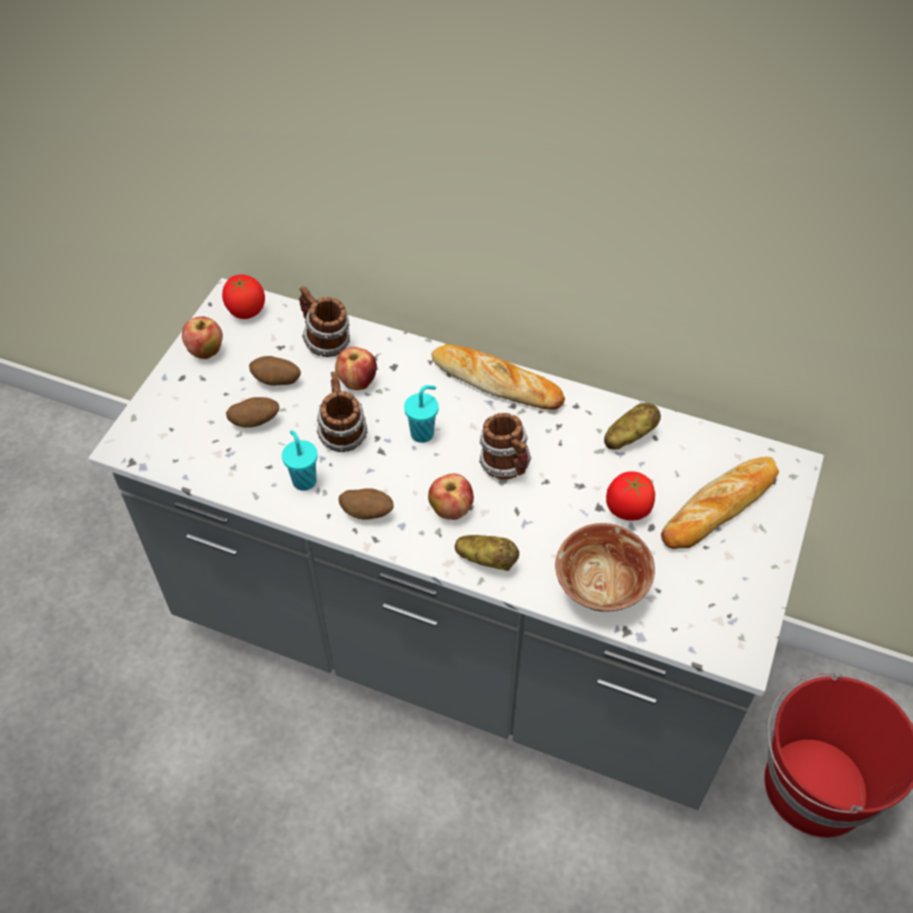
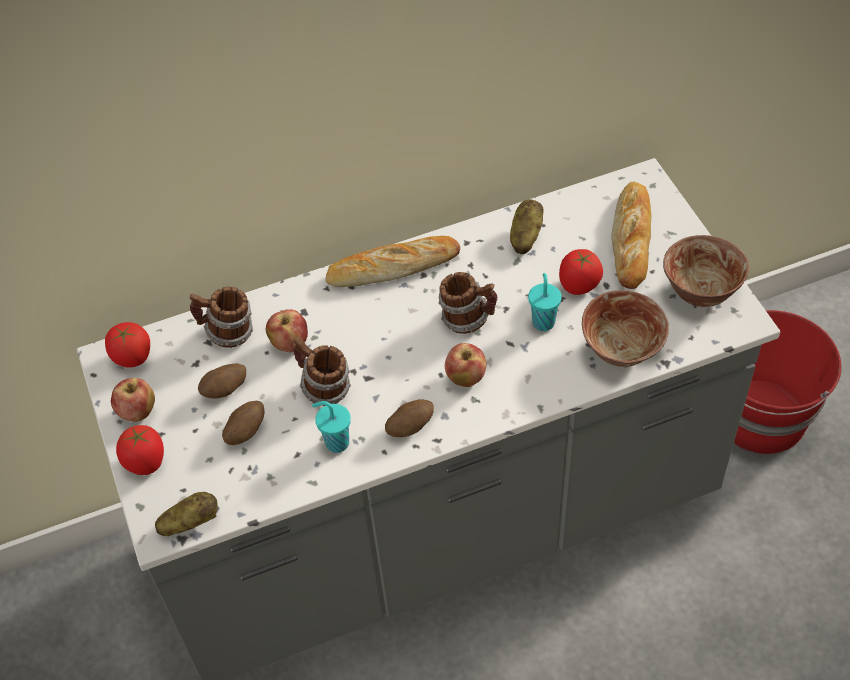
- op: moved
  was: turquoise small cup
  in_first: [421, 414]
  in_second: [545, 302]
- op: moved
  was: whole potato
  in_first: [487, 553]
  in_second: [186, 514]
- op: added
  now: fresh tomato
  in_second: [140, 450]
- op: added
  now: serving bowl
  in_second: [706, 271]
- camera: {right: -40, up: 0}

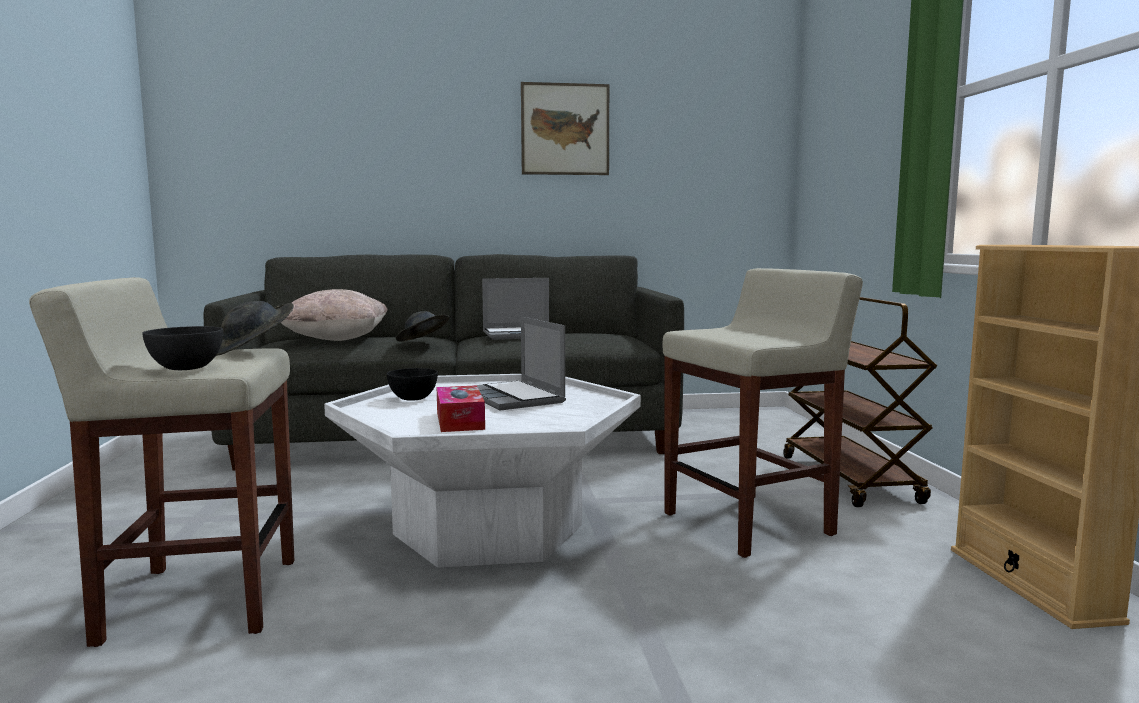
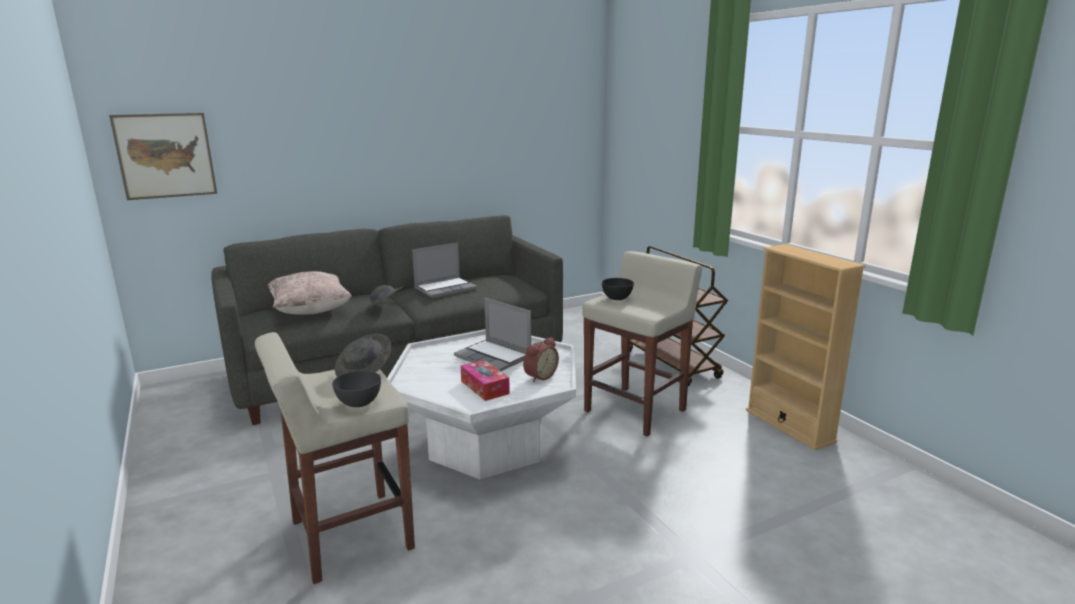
- op: moved
  was: black-coloured serving bowl
  in_first: [412, 384]
  in_second: [618, 289]
- op: moved
  was: wall art
  in_first: [565, 128]
  in_second: [163, 156]
- op: added
  now: bedside clock
  in_second: [541, 359]
- camera: {right: -20, up: 10}

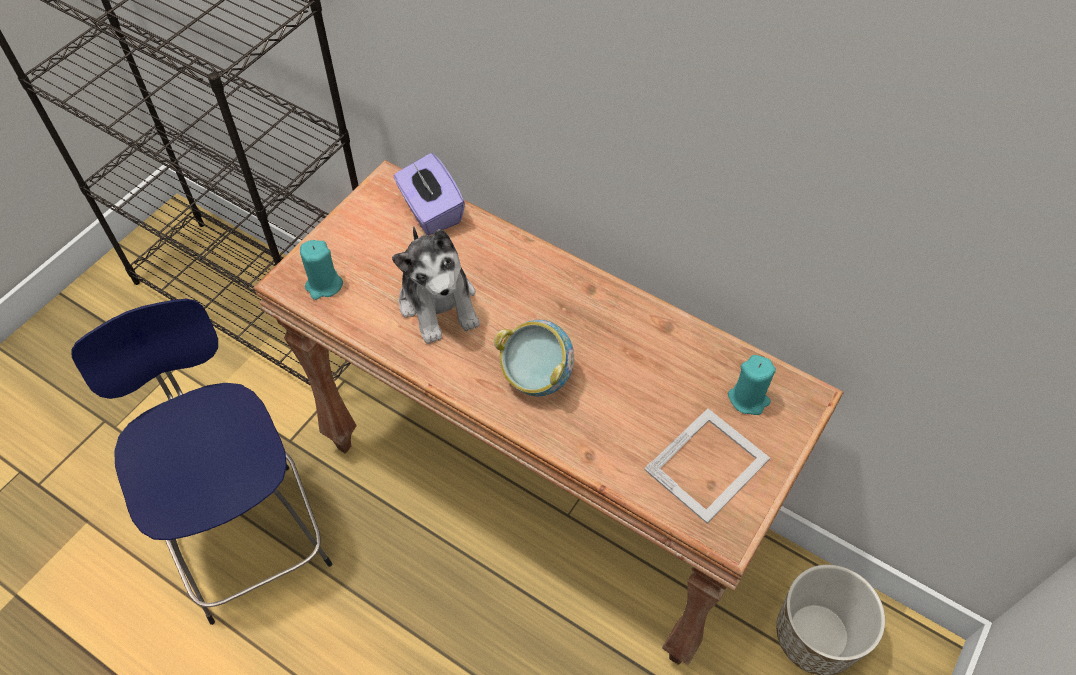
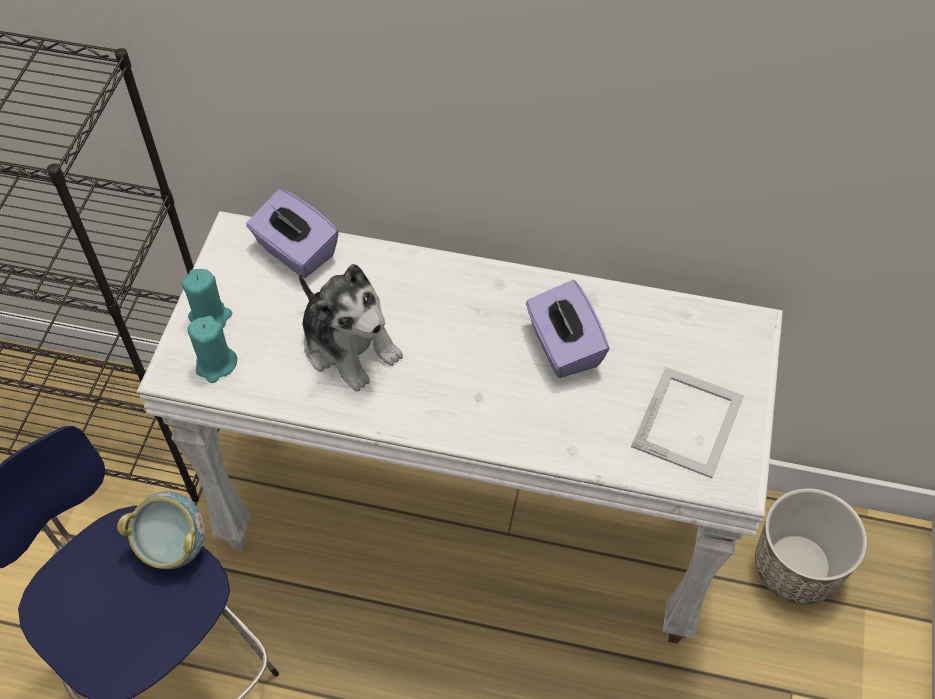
- op: recoloured
  was: brownish hall table
  now: white hall table
  in_first: [548, 412]
  in_second: [460, 427]
- op: moved
  was: serving bowl
  in_first: [534, 358]
  in_second: [161, 530]
- op: moved
  was: turquoise wax candle
  in_first: [752, 385]
  in_second: [206, 298]
- op: added
  now: purple-coloured box of tissues
  in_second: [567, 329]
- camera: {right: -20, up: 0}

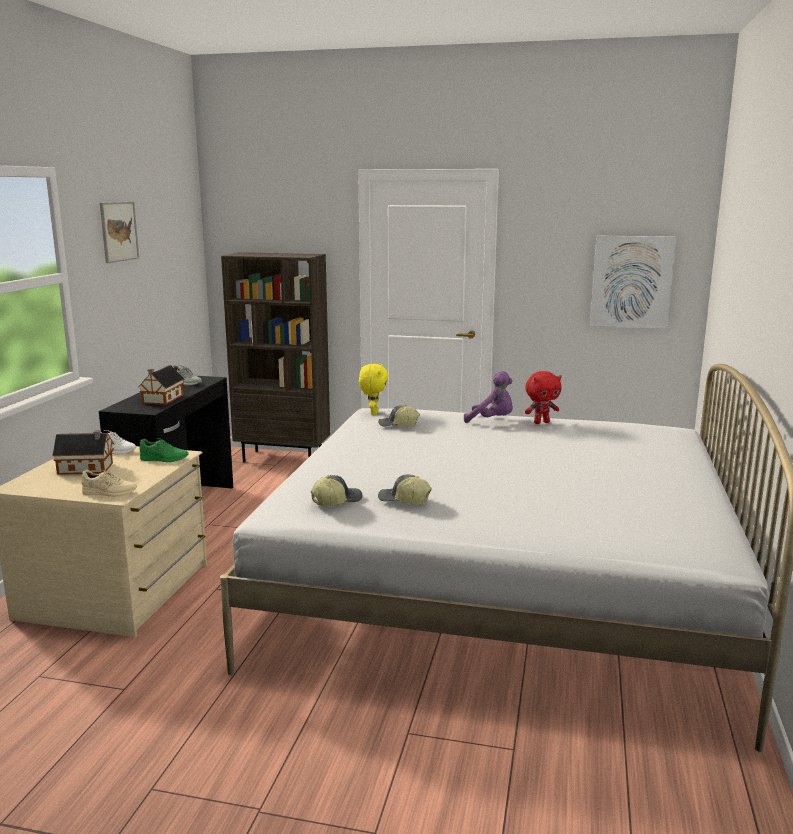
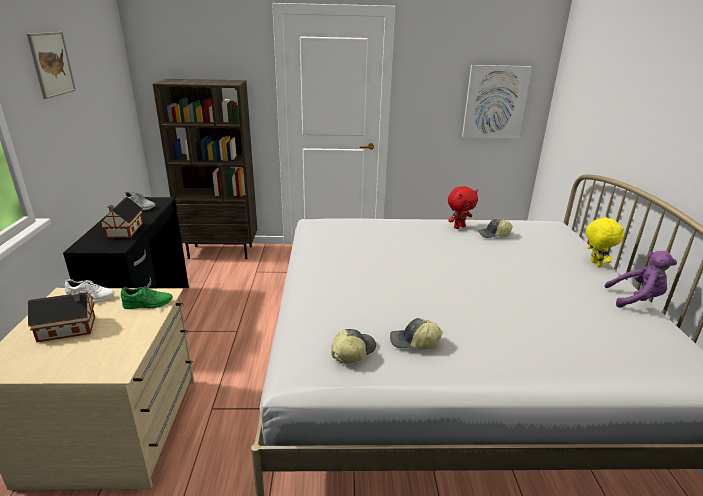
- op: removed
  was: sand-coloured shoe
  in_first: [109, 483]
- op: moved
  was: yellow cuddly toy
  in_first: [374, 389]
  in_second: [605, 241]
- op: moved
  was: cap
  in_first: [399, 415]
  in_second: [495, 228]
- op: moved
  was: purple-coloured cuddly toy
  in_first: [488, 397]
  in_second: [640, 279]
- camera: {right: -15, up: 10}

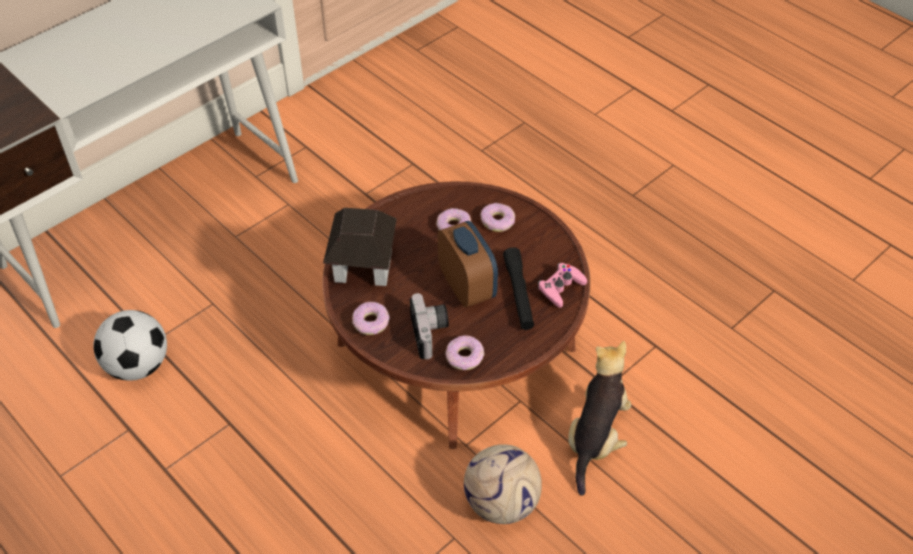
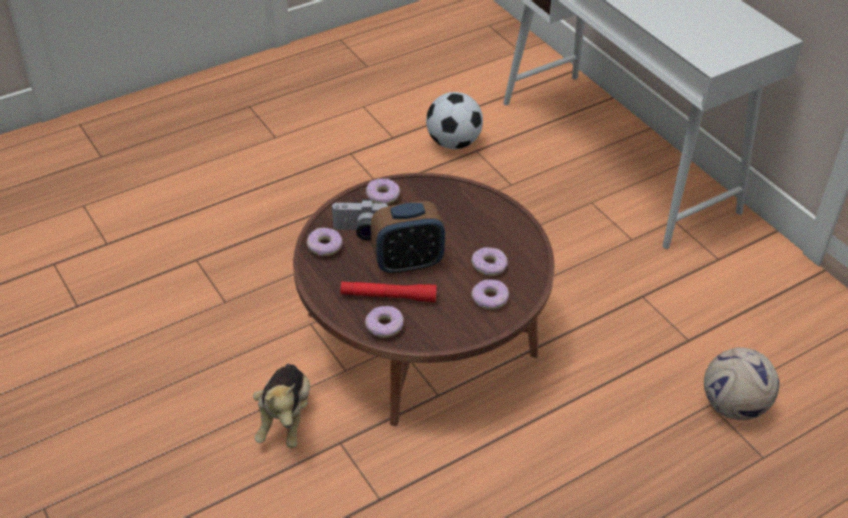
- op: removed
  was: miniature house
  in_first: [360, 247]
- op: moved
  was: football ball
  in_first: [503, 484]
  in_second: [741, 383]
- op: recoloured
  was: black-coloured hand torch
  now: red-coloured hand torch
  in_first: [518, 288]
  in_second: [389, 292]
- op: replaced
  was: pinkish gamepad
  now: ring doughnut
  in_first: [562, 285]
  in_second: [384, 322]
- op: turned
  was: cuddly toy
  in_first: [599, 418]
  in_second: [281, 406]
  clockwise: 60
- camera: {right: 100, up: -5}

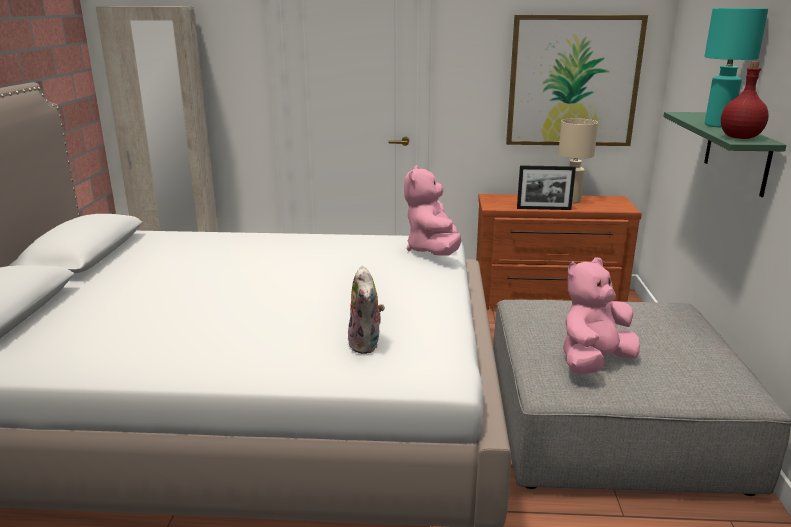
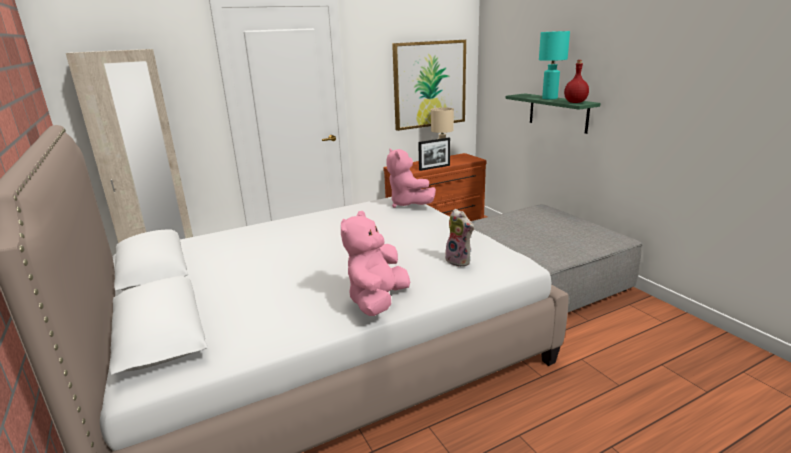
- op: moved
  was: pinkish cuddly toy
  in_first: [601, 315]
  in_second: [375, 263]
- camera: {right: -30, up: 0}

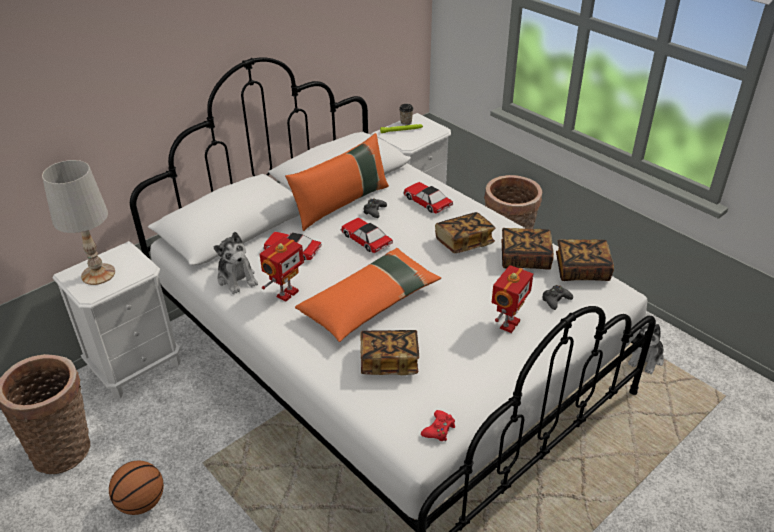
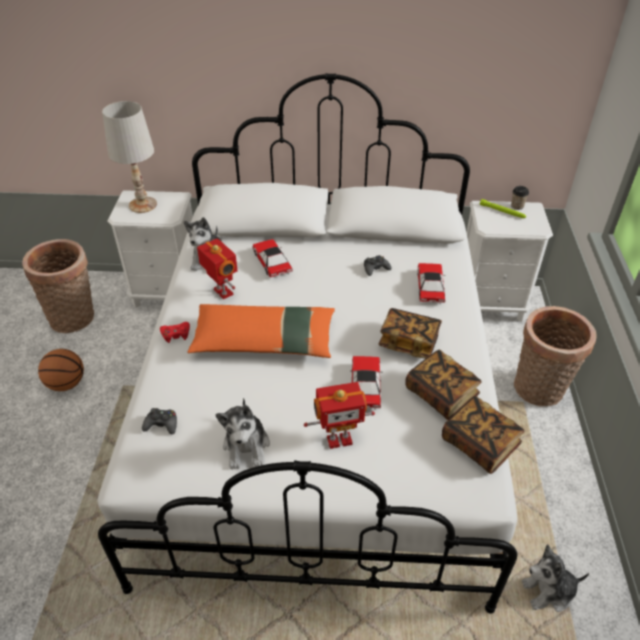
- op: turned
  was: model robot
  in_first: [282, 269]
  in_second: [217, 268]
  clockwise: -120
- op: removed
  was: orange pillow
  in_first: [337, 182]
- op: moved
  was: toy car
  in_first: [367, 235]
  in_second: [366, 383]
- op: removed
  was: book
  in_first: [389, 352]
- op: moved
  was: red-coloured gamepad
  in_first: [438, 425]
  in_second: [175, 332]
- op: moved
  was: black-coloured gamepad
  in_first: [557, 297]
  in_second: [159, 421]
- op: added
  now: cuddly toy
  in_second: [243, 434]
- camera: {right: 45, up: 5}

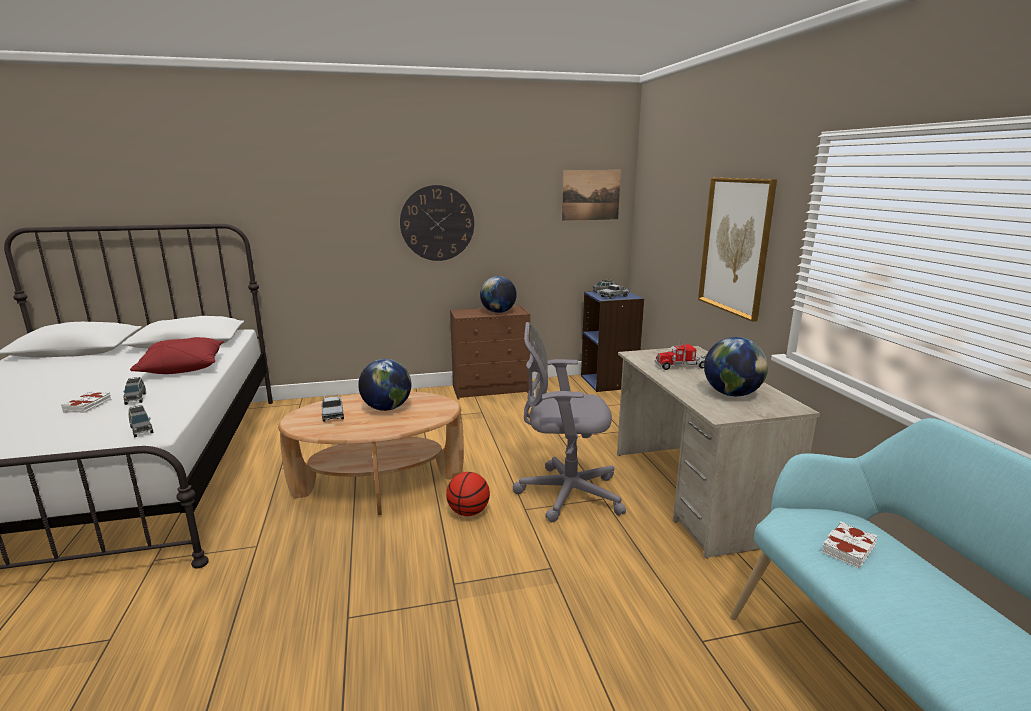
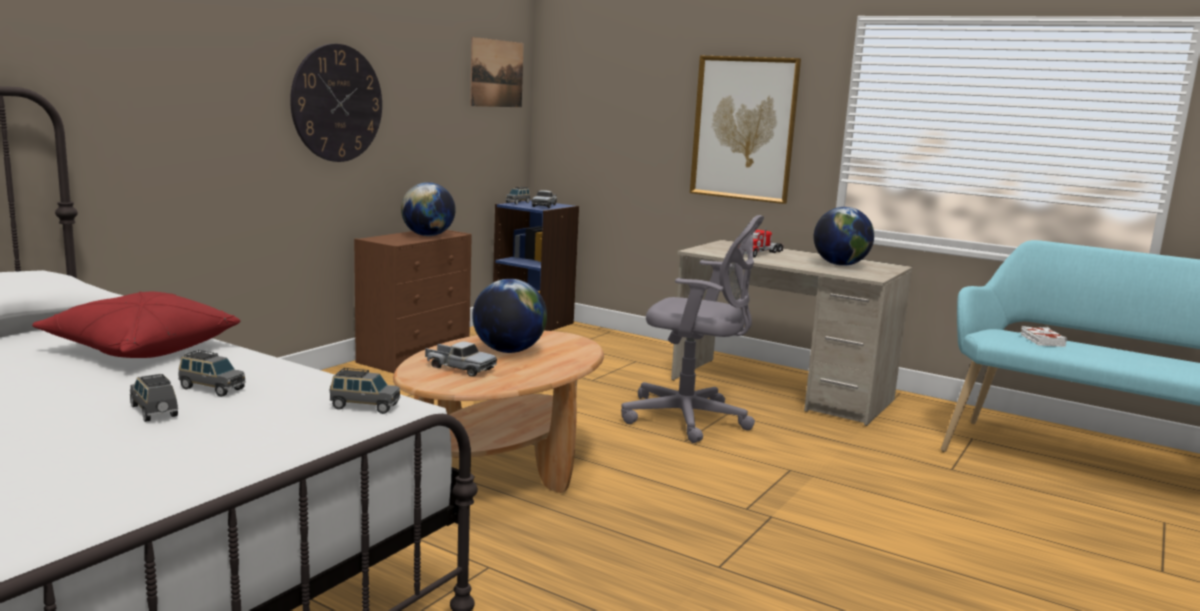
- op: replaced
  was: white book
  now: grey toy car
  in_first: [86, 402]
  in_second: [154, 398]
- op: removed
  was: ball for basketball
  in_first: [468, 494]
- op: turned
  was: grey computer chair
  in_first: [569, 422]
  in_second: [692, 329]
  clockwise: -120
- camera: {right: -45, up: -5}

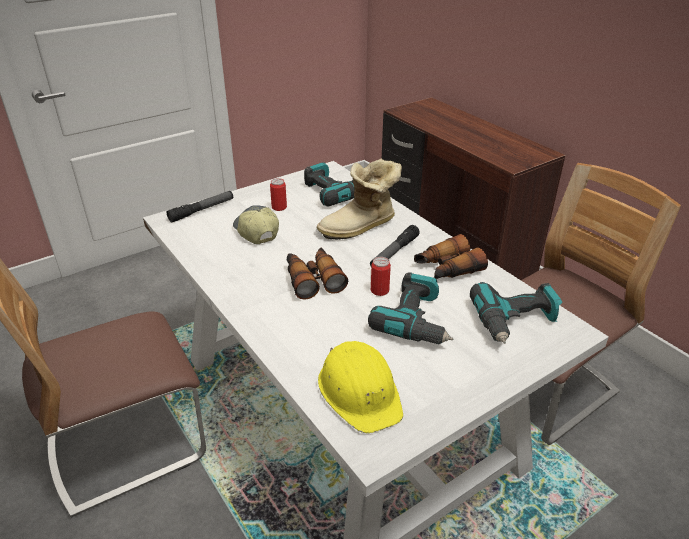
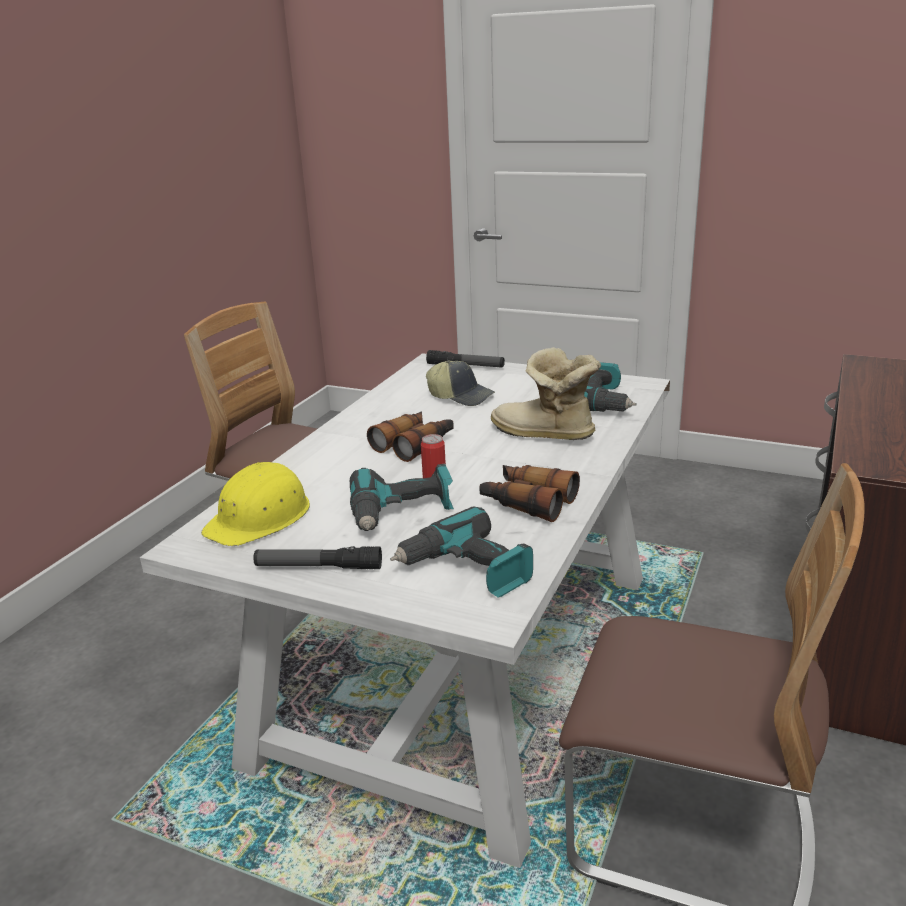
- op: turned
  was: cap
  in_first: [256, 224]
  in_second: [460, 383]
  clockwise: 90
- op: removed
  was: sealed can
  in_first: [278, 194]
- op: moved
  was: hand torch
  in_first: [395, 245]
  in_second: [317, 557]
- camera: {right: 60, up: -10}

